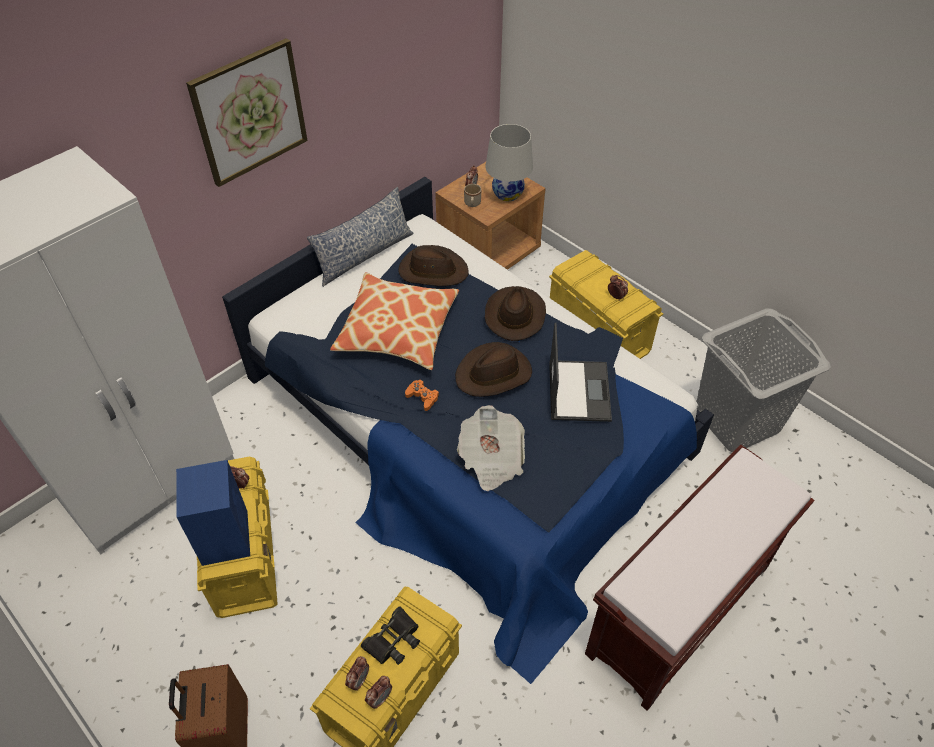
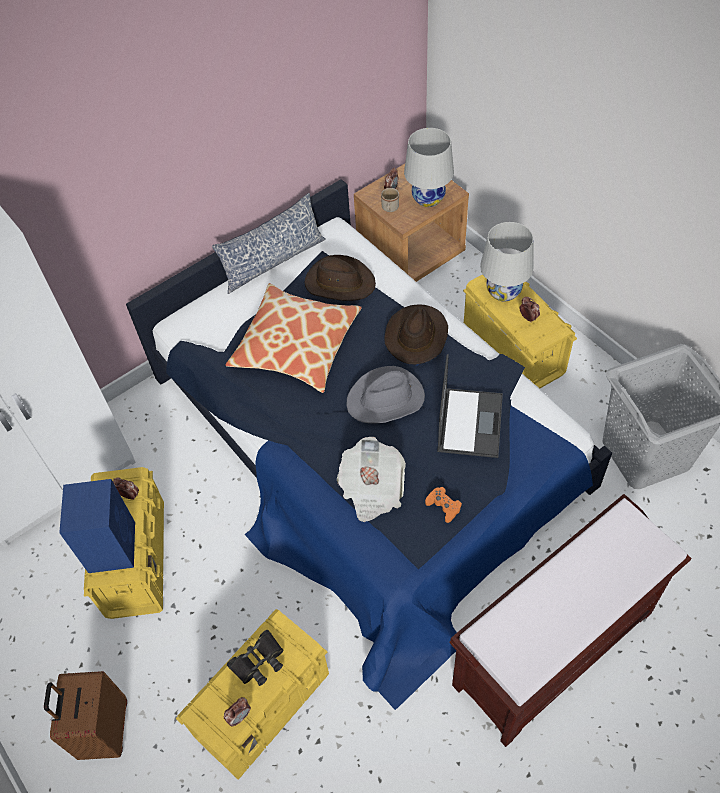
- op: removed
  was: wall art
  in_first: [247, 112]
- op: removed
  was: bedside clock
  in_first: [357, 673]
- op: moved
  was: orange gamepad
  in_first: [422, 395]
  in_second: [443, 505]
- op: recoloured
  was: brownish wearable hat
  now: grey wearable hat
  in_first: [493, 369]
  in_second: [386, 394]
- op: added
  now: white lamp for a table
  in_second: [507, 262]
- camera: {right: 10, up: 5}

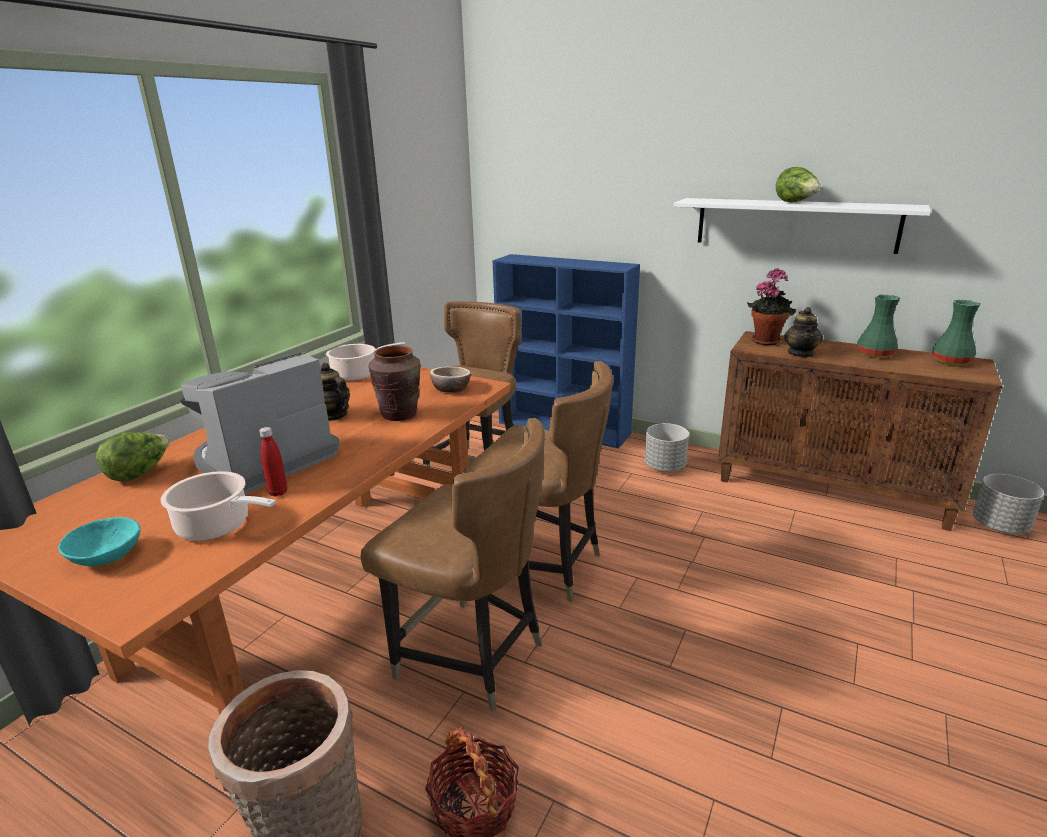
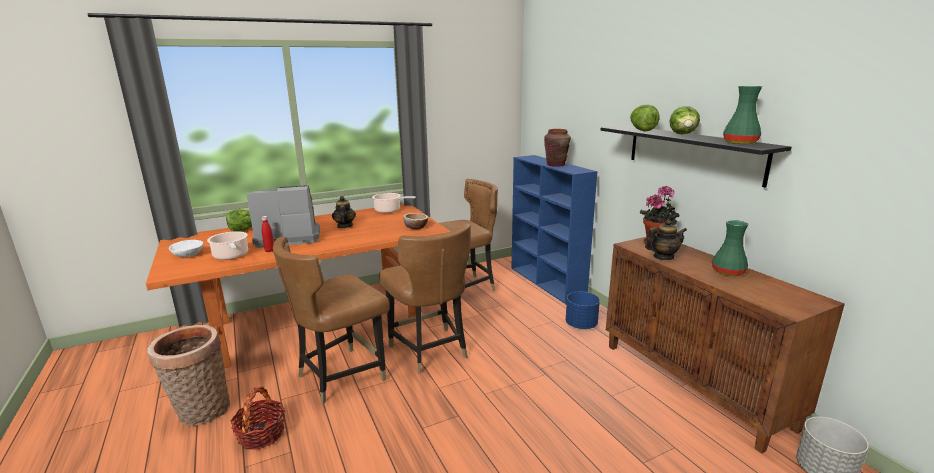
- op: recoloured
  was: turquoise serving bowl
  now: white serving bowl
  in_first: [99, 541]
  in_second: [186, 248]
- op: turned
  was: brownish upright chair
  in_first: [453, 565]
  in_second: [331, 320]
  clockwise: 75
- op: moved
  was: brownish decorative vase
  in_first: [395, 383]
  in_second: [557, 148]
- op: recoloured
  was: grey plant pot
  now: bluish plant pot
  in_first: [667, 447]
  in_second: [583, 310]
- op: recoloured
  was: white bracket shelf
  now: black-coloured bracket shelf
  in_first: [802, 226]
  in_second: [696, 156]
- op: turned
  was: teapot
  in_first: [803, 332]
  in_second: [666, 239]
  clockwise: -150
- op: moved
  was: green decorative vase
  in_first: [956, 332]
  in_second: [742, 115]
- op: added
  now: lettuce head
  in_second: [644, 117]
- camera: {right: 35, up: -5}

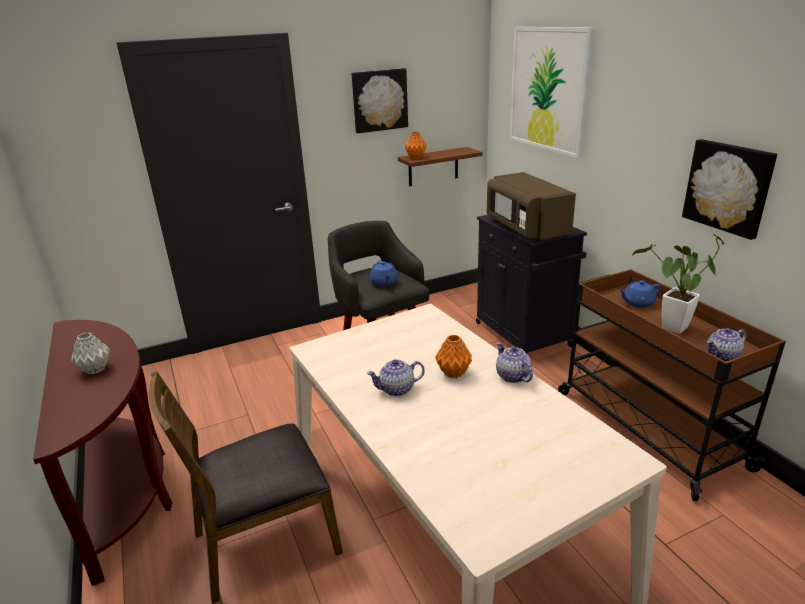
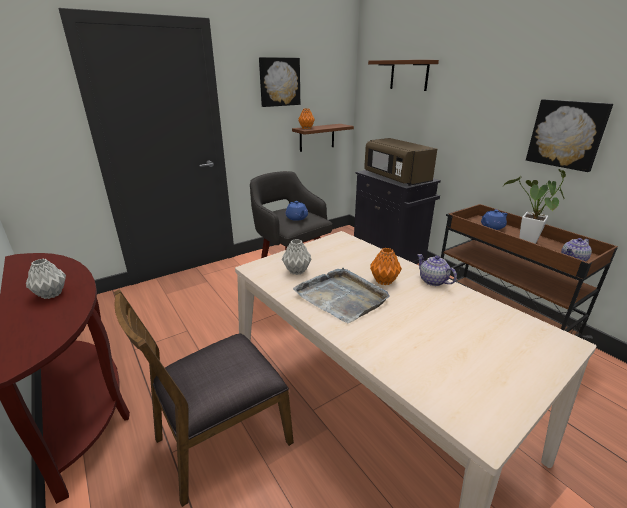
- op: replaced
  was: teapot
  now: grey carrying tray
  in_first: [396, 377]
  in_second: [341, 295]
- op: replaced
  was: wall art
  now: brownish bracket shelf
  in_first: [553, 92]
  in_second: [403, 75]
- op: added
  now: grey decorative vase
  in_second: [297, 257]
- camera: {right: -10, up: 0}

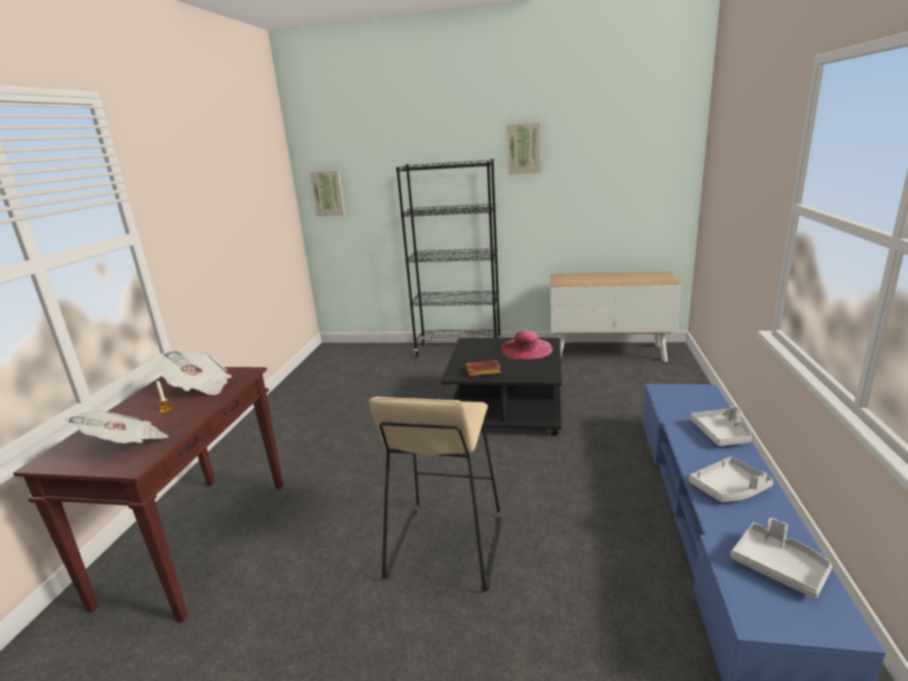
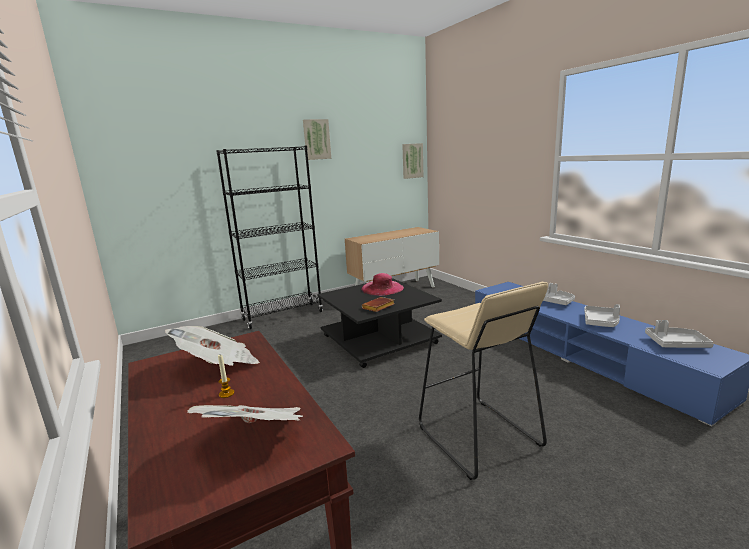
- op: moved
  was: wall art
  in_first: [327, 193]
  in_second: [413, 161]
- camera: {right: -40, up: -5}

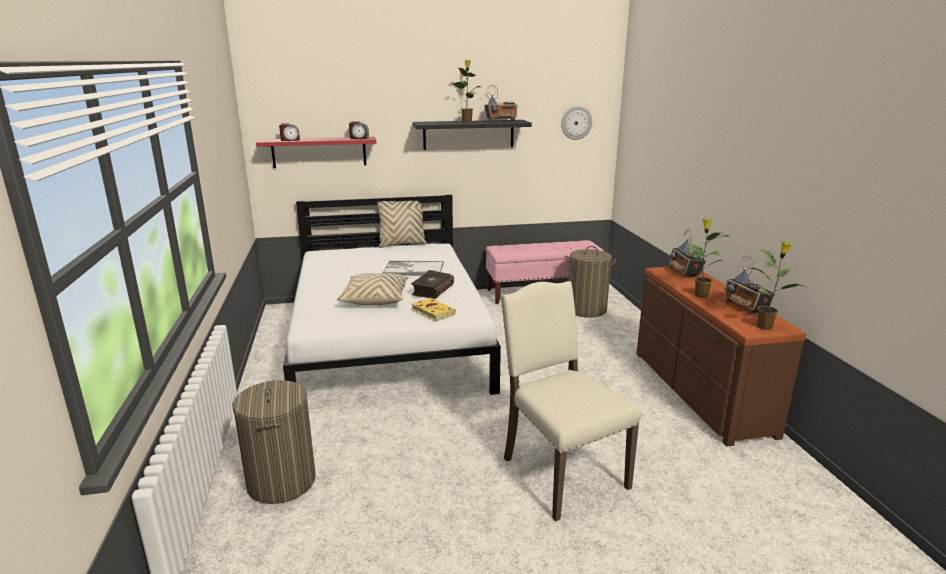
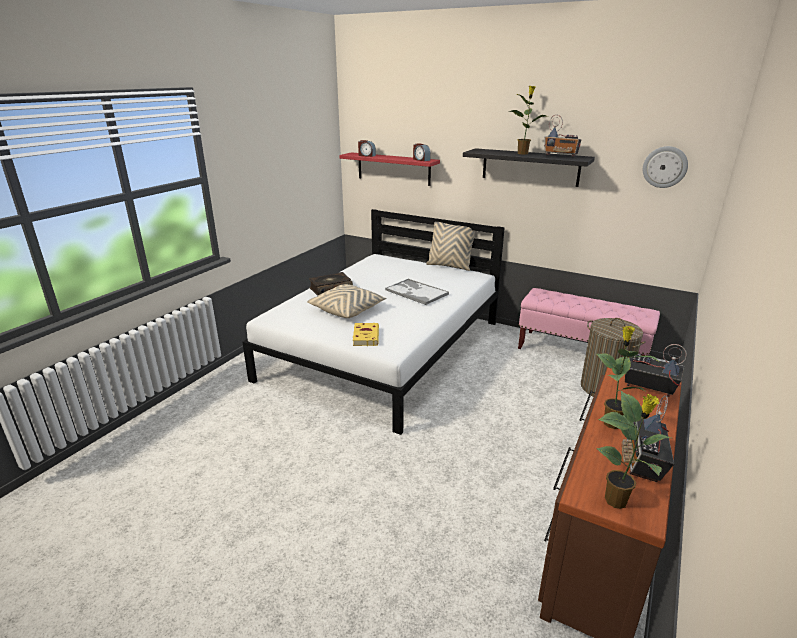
- op: removed
  was: washing basket
  in_first: [274, 442]
- op: moved
  was: book
  in_first: [432, 284]
  in_second: [331, 284]
- op: removed
  was: sand-coloured upright chair
  in_first: [571, 401]
- op: turned
  was: radio receiver
  in_first: [687, 252]
  in_second: [656, 370]
  clockwise: 90
- camera: {right: 40, up: 5}

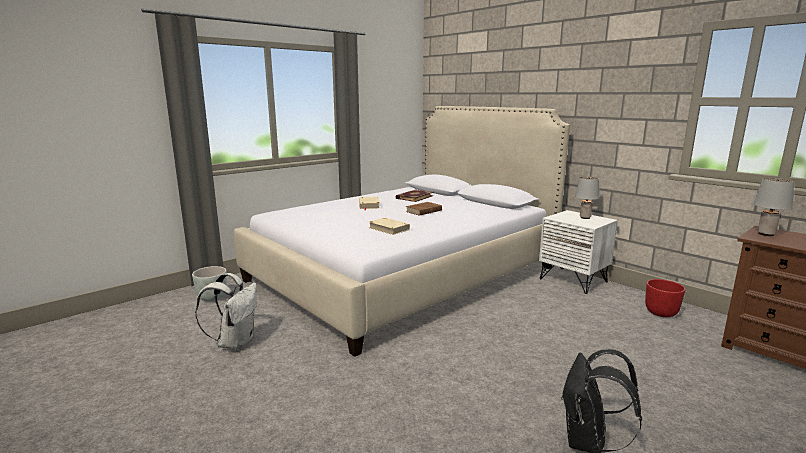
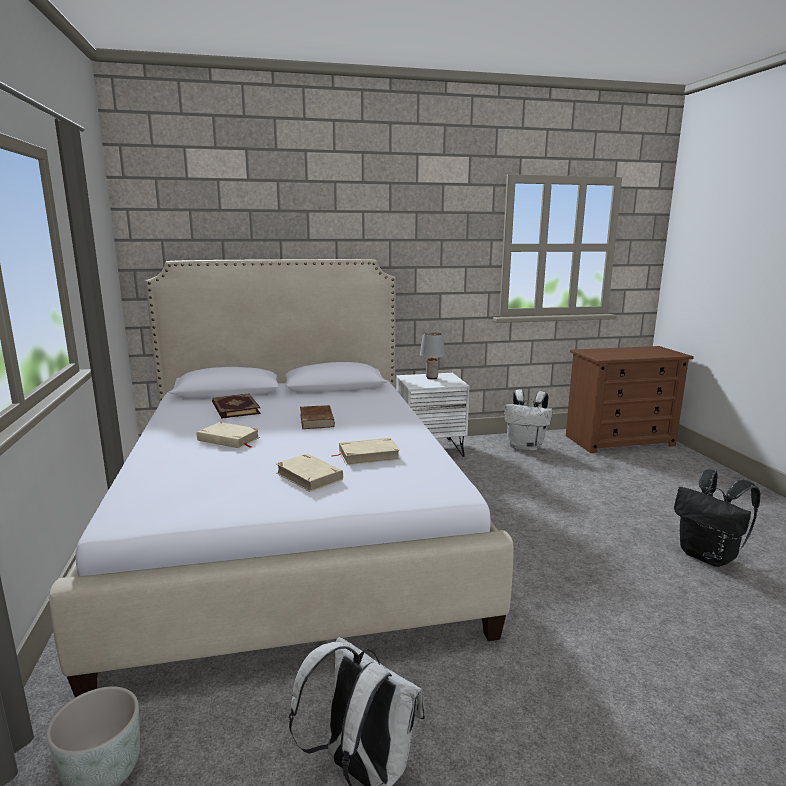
- op: replaced
  was: red-coloured plant pot
  now: white rucksack
  in_first: [665, 298]
  in_second: [528, 420]
- op: removed
  was: grey lamp for a table
  in_first: [773, 207]
- op: added
  now: sand-coloured book
  in_second: [309, 472]
- camera: {right: -60, up: 0}

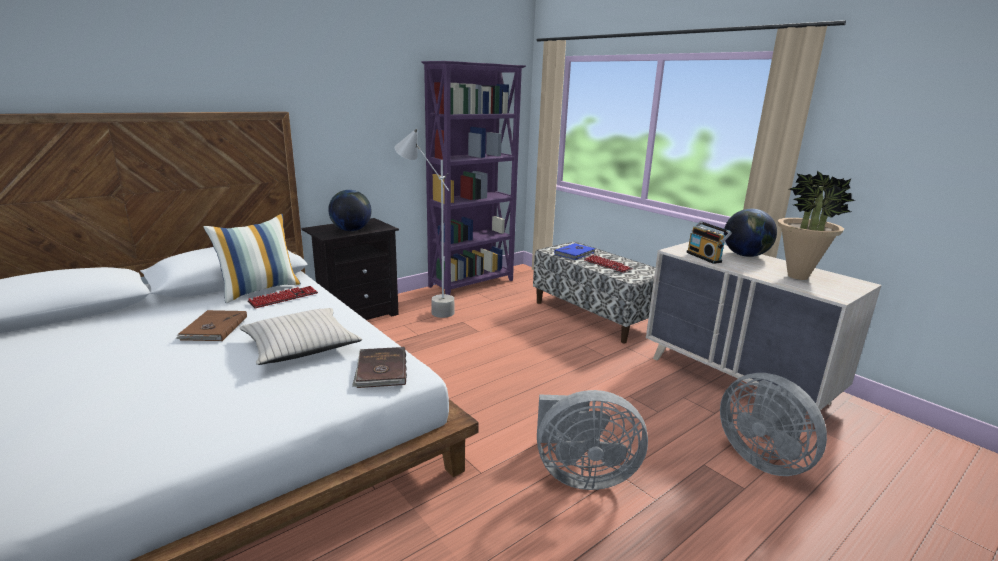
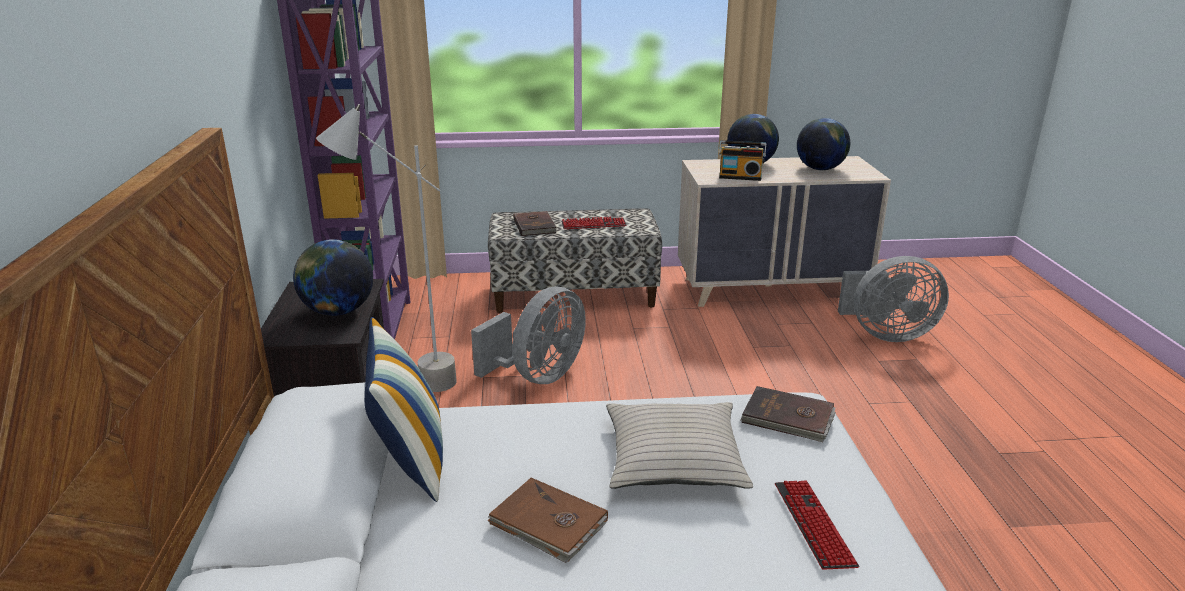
- op: moved
  was: keyboard
  in_first: [282, 297]
  in_second: [817, 525]
- op: moved
  was: grey fan
  in_first: [592, 440]
  in_second: [528, 335]
- op: recoloured
  was: bluish book
  now: brownish book
  in_first: [575, 251]
  in_second: [535, 223]
- op: replaced
  was: plant in a pot
  now: desk globe
  in_first: [816, 225]
  in_second: [823, 144]
- camera: {right: -55, up: 5}

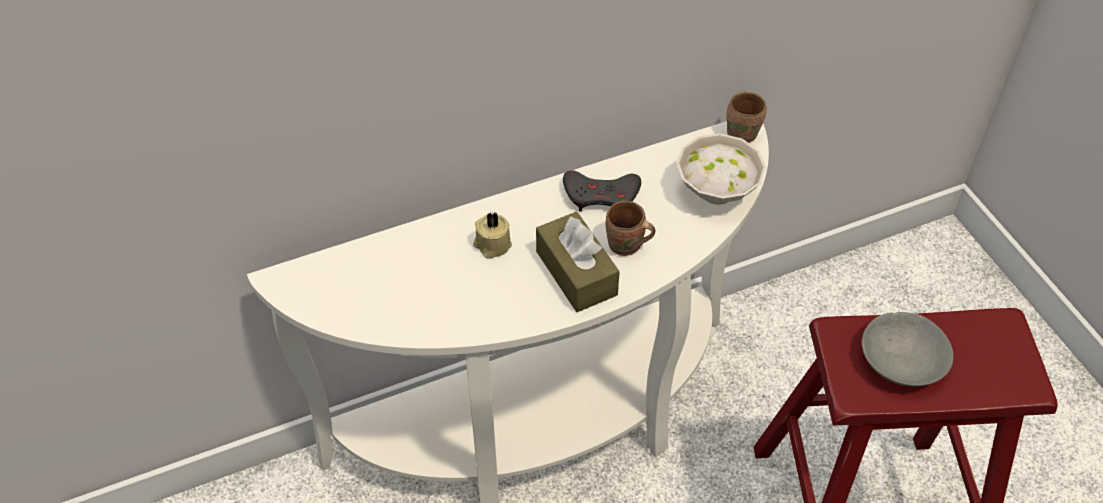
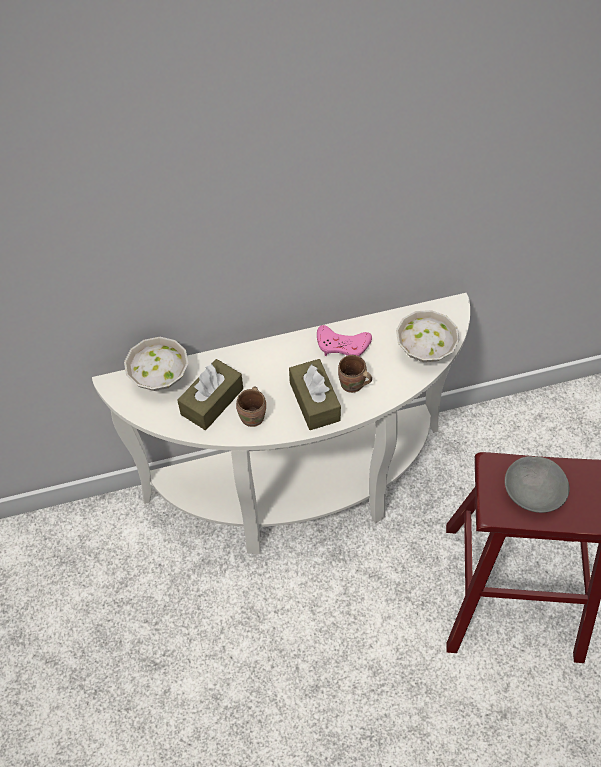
- op: removed
  was: sand-coloured wax candle
  in_first: [492, 235]
- op: recoloured
  was: grey gamepad
  now: pinkish gamepad
  in_first: [602, 191]
  in_second: [344, 340]
- op: moved
  was: brownish coffee mug
  in_first: [746, 117]
  in_second: [251, 407]
- op: added
  now: white serving bowl
  in_second: [156, 364]
- op: added
  now: brownish box of tissues
  in_second: [210, 394]
- camera: {right: 10, up: 5}

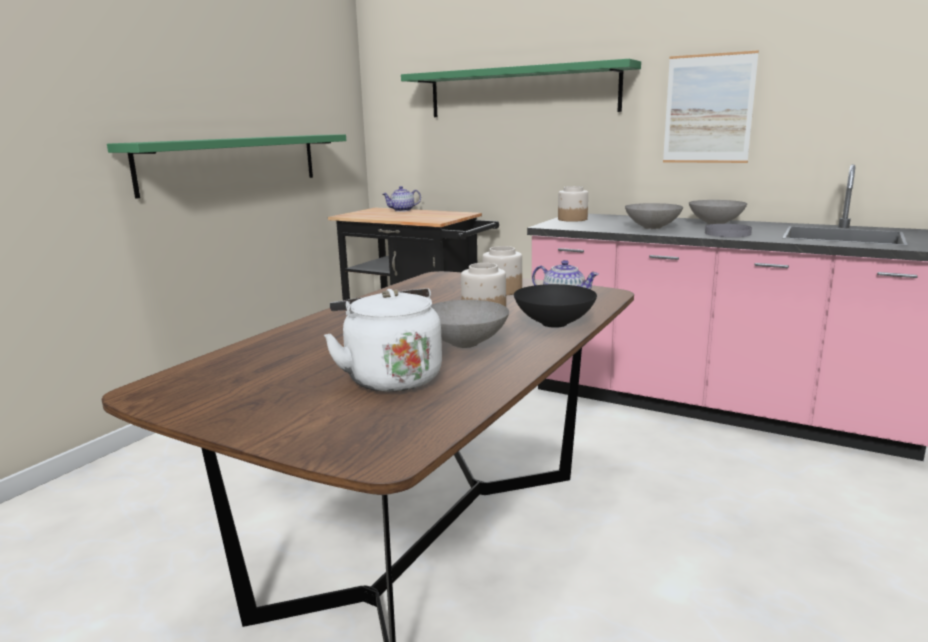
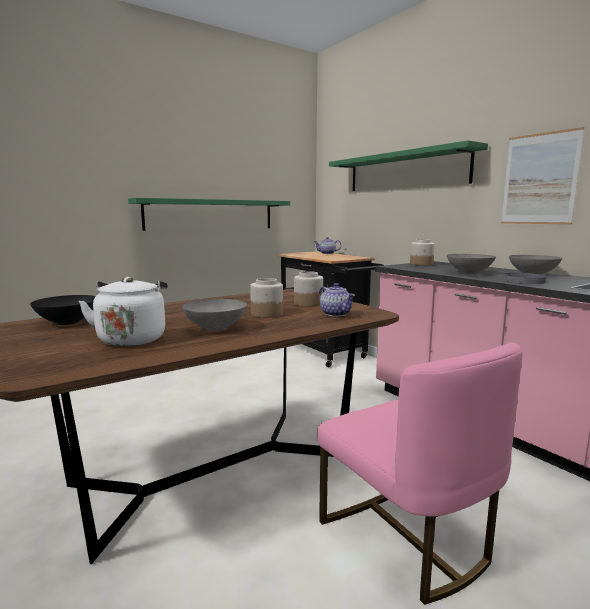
- op: moved
  was: black-coloured serving bowl
  in_first: [555, 306]
  in_second: [63, 310]
- op: added
  now: pinkish upright chair
  in_second: [419, 473]
- camera: {right: 25, up: -5}

